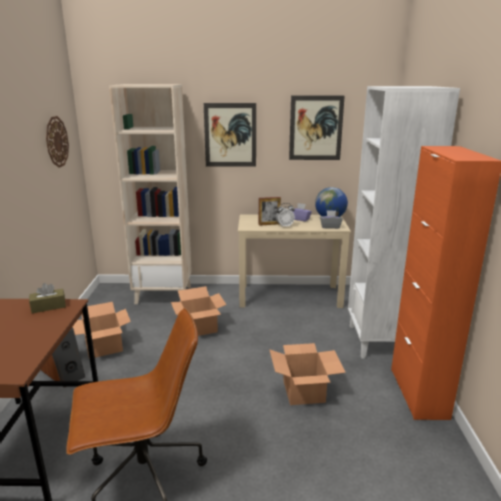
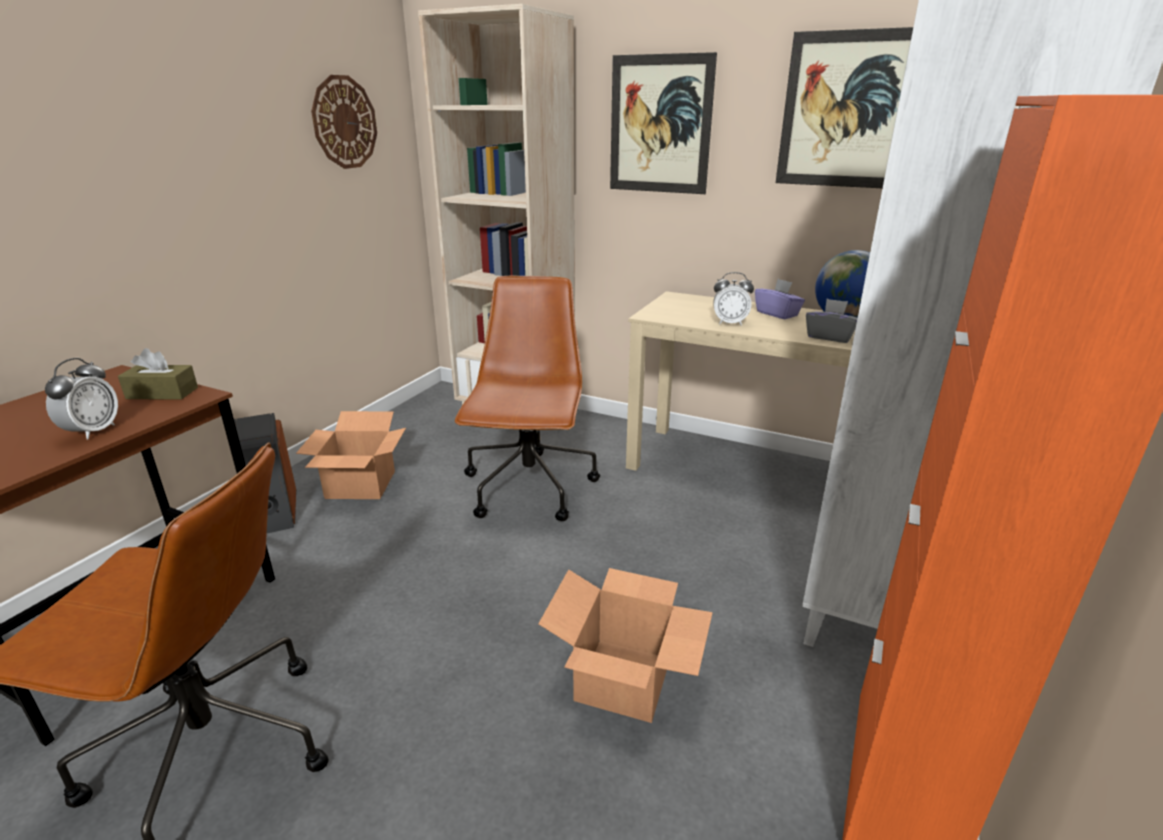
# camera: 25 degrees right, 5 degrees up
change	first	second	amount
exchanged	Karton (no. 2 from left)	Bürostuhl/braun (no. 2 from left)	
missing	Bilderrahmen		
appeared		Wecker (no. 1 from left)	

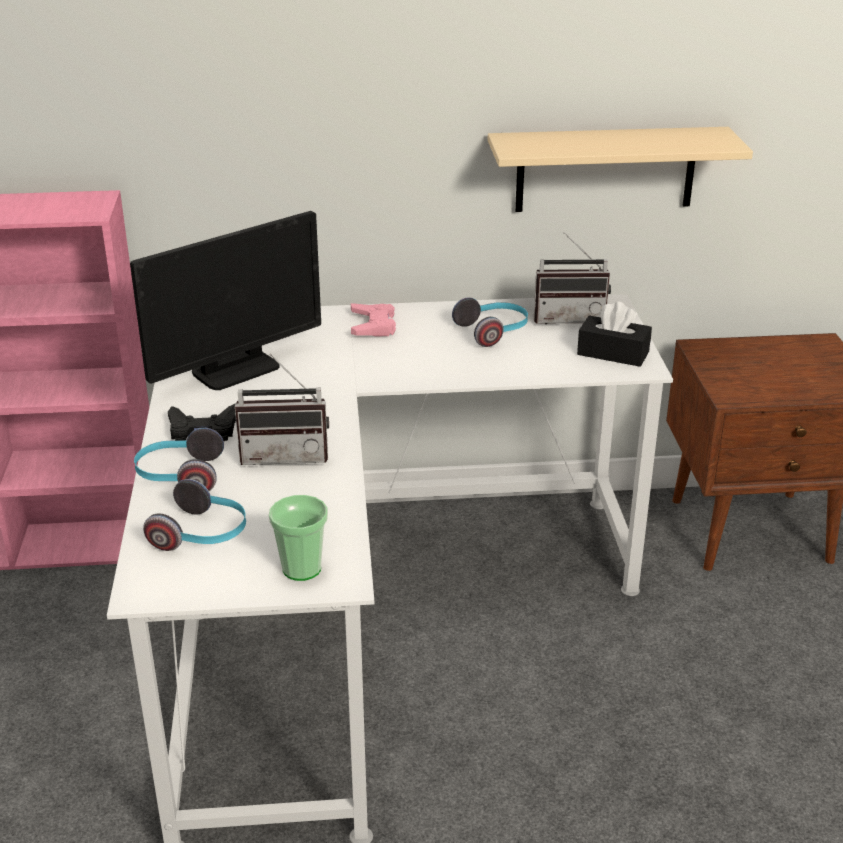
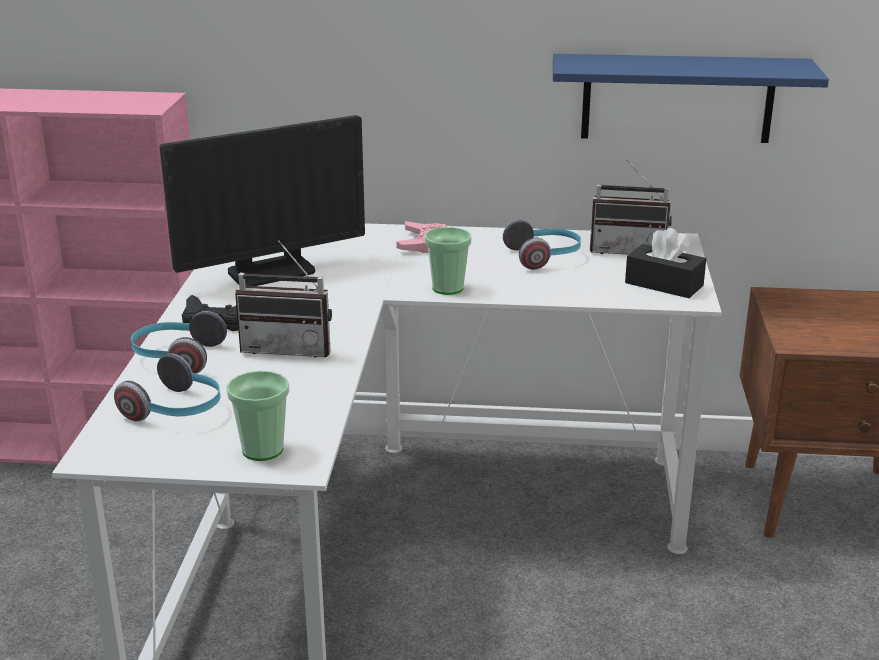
# camera: 10 degrees right, 5 degrees down
change	first	second	amount
colour	Wandregal/beige	Wandregal/blau	
appeared		Tasse (no. 2 from left)	

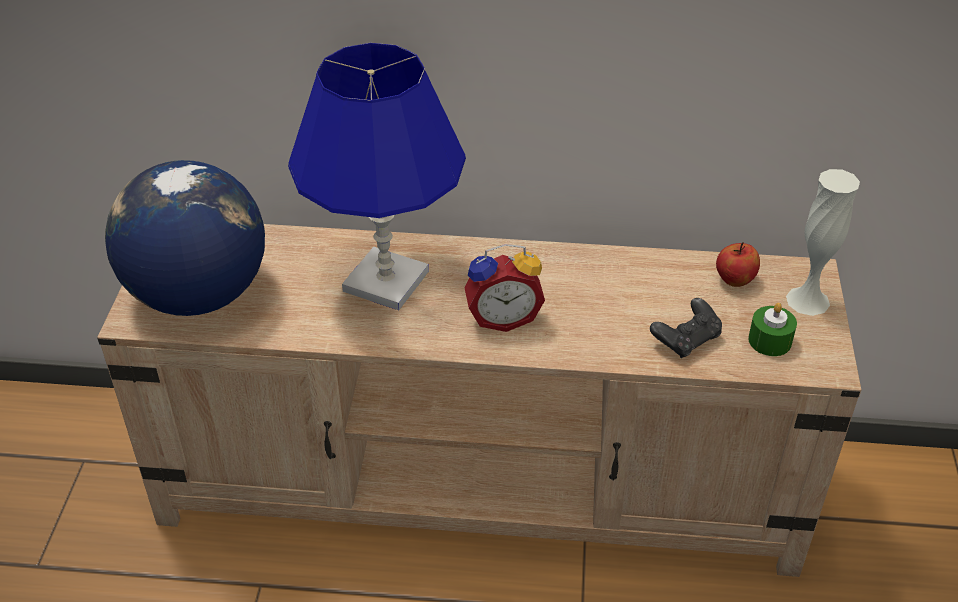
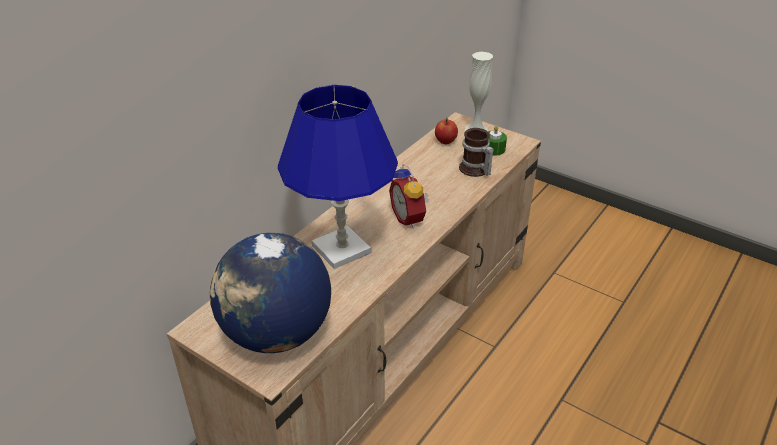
# camera: 60 degrees left, 5 degrees down
change	first	second	amount
spun	Wecker		135 degrees clockwise
exchanged	Gamepad/schwarz	Henkelbecher	

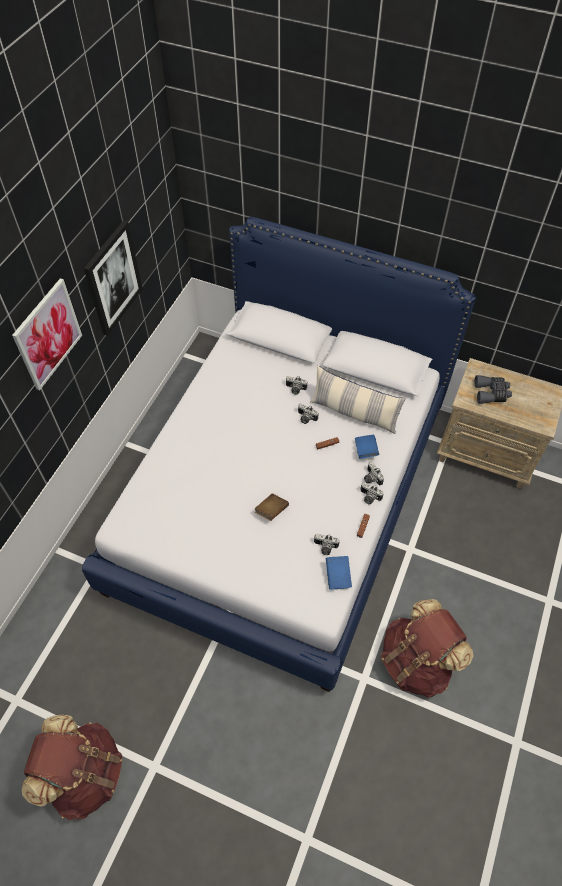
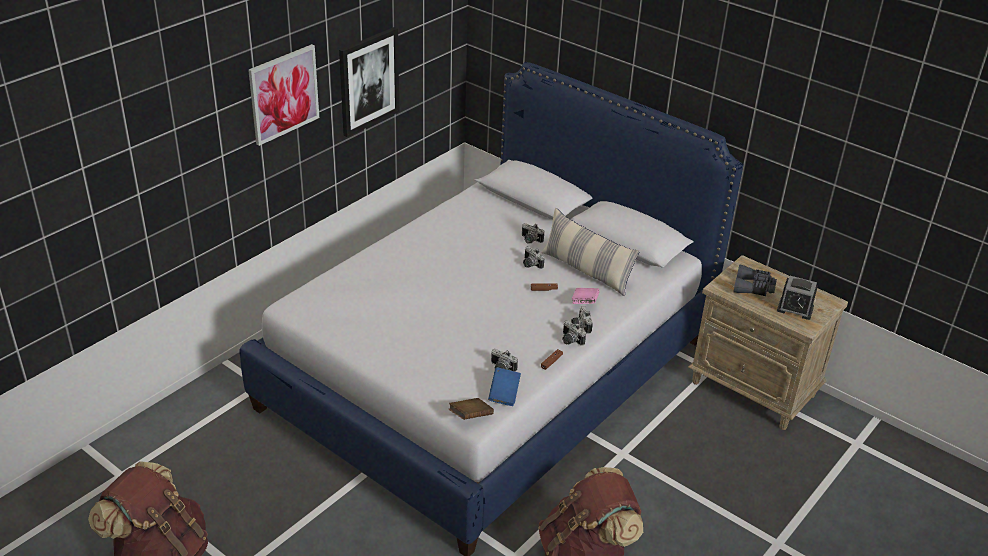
# camera: 15 degrees right, 20 degrees down
change	first	second	amount
relocated	Buch/braun		
colour	Buch/blau (no. 2 from left)	Buch/rosa	
appeared		Wecker	

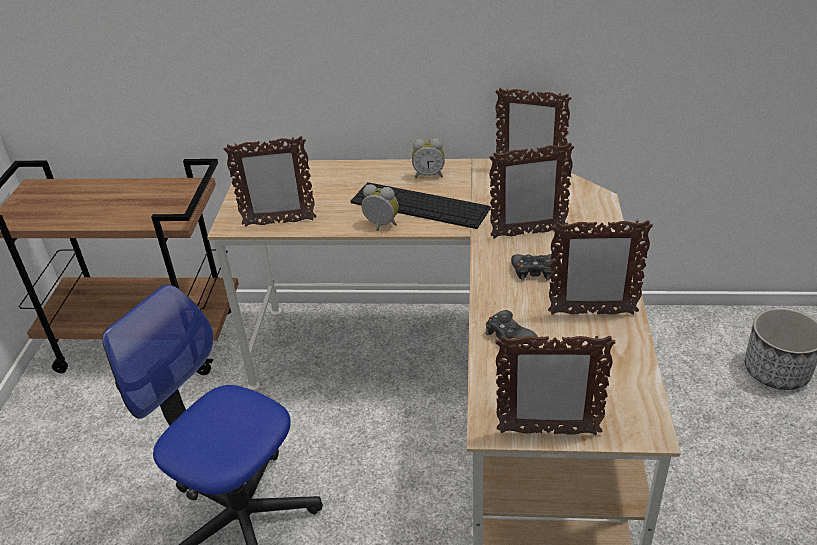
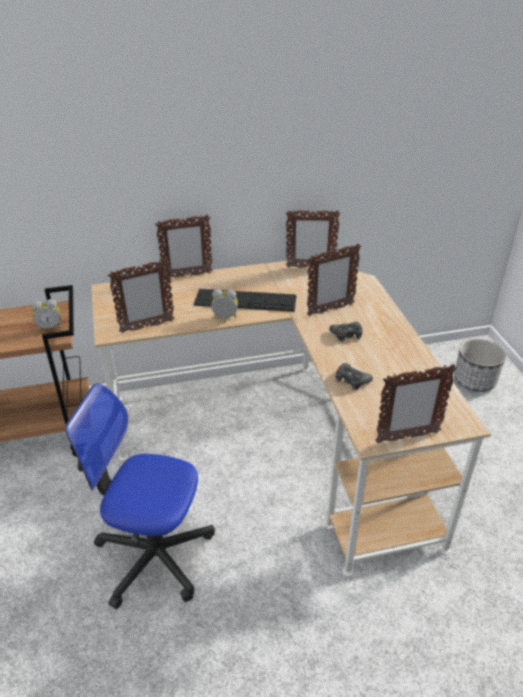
# camera: 20 degrees left, 0 degrees up
change	first	second	amount
relocated	Wecker (no. 2 from left in the first image)	Wecker (no. 1 from left)	
relocated	Bilderrahmen (no. 5 from left in the first image)	Bilderrahmen (no. 2 from left)	

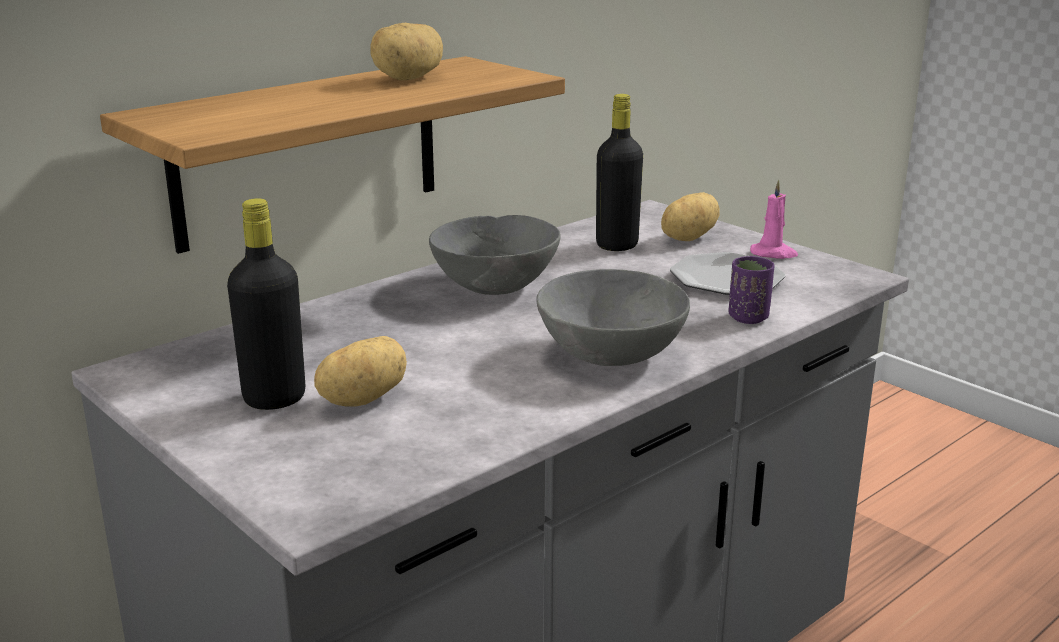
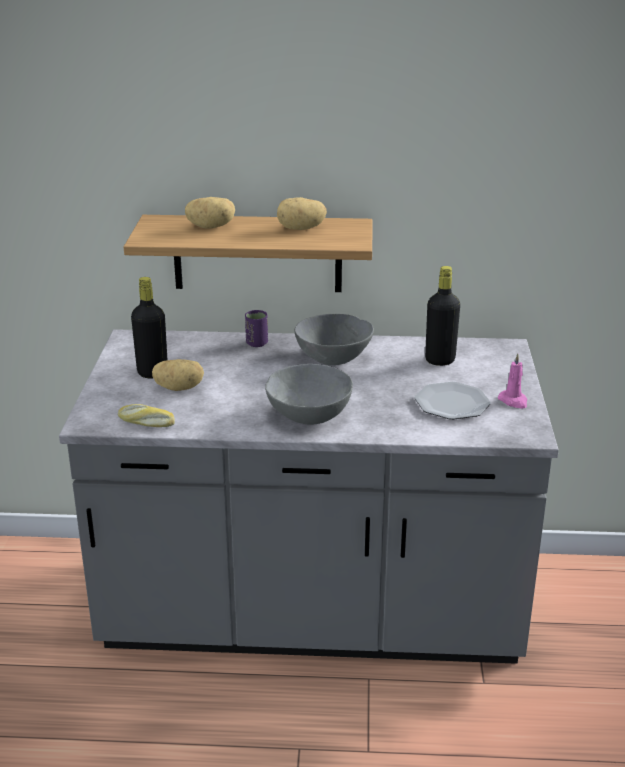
# camera: 45 degrees right, 5 degrees up
change	first	second	amount
relocated	Kartoffel (no. 3 from left in the first image)	Kartoffel (no. 2 from left)	
relocated	Tasse/lila		
appeared		Brot	

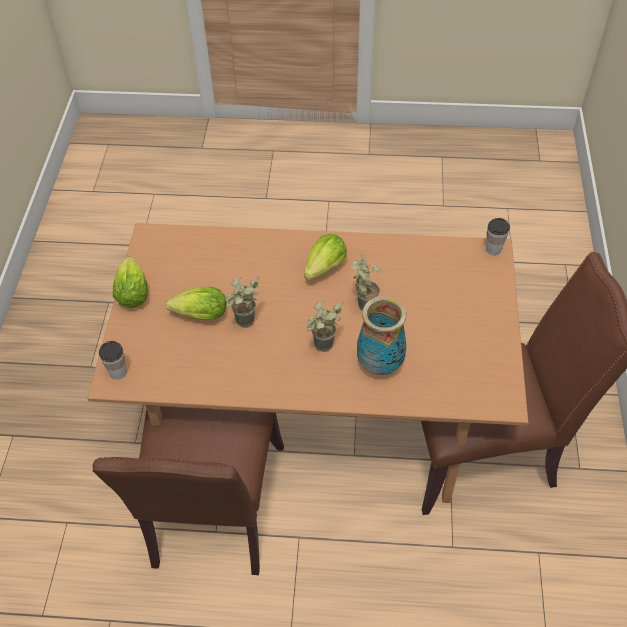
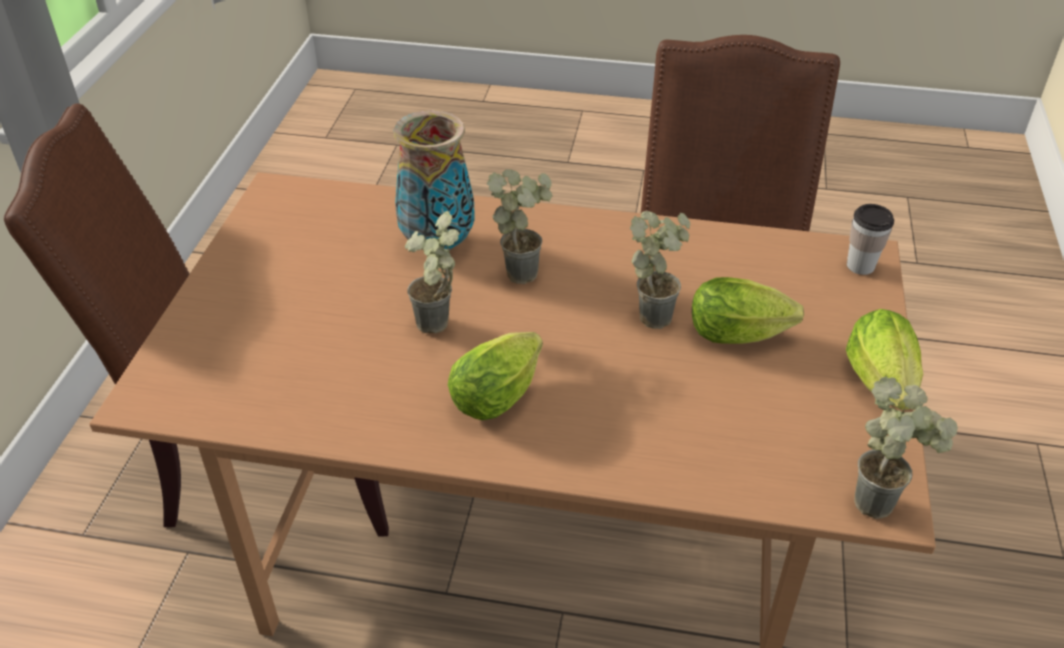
# camera: 175 degrees left, 10 degrees down
change	first	second	amount
missing	Tasse (no. 2 from left)		
appeared		Topfpflanze (no. 4 from left)	

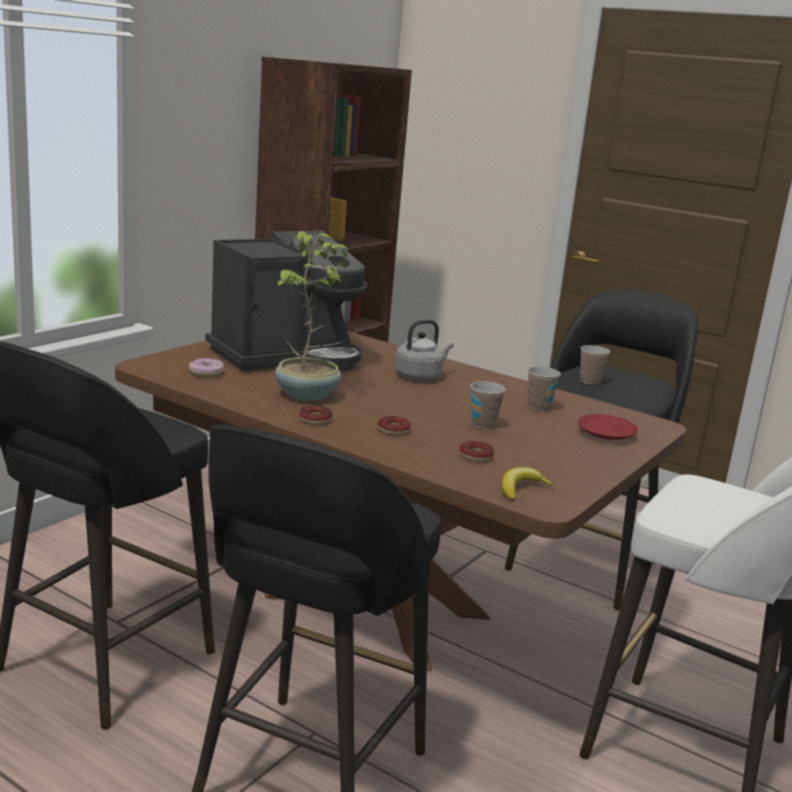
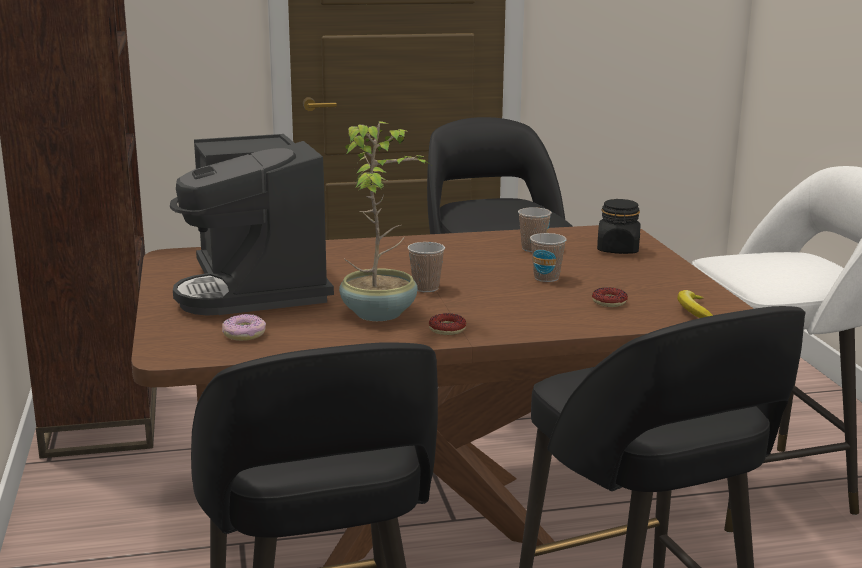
# camera: 45 degrees left, 0 degrees up
change	first	second	amount
spun	Kaffeemaschine		150 degrees clockwise
missing	Donut (no. 3 from left)		
missing	Wasserkessel/grau		
exchanged	Teller/rot	Vorratsglas/schwarz	
relocated	Tasse (no. 3 from left in the first image)	Tasse (no. 1 from left)	

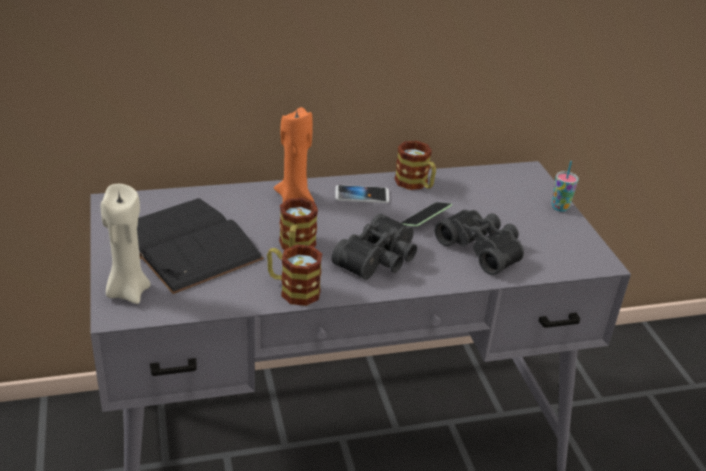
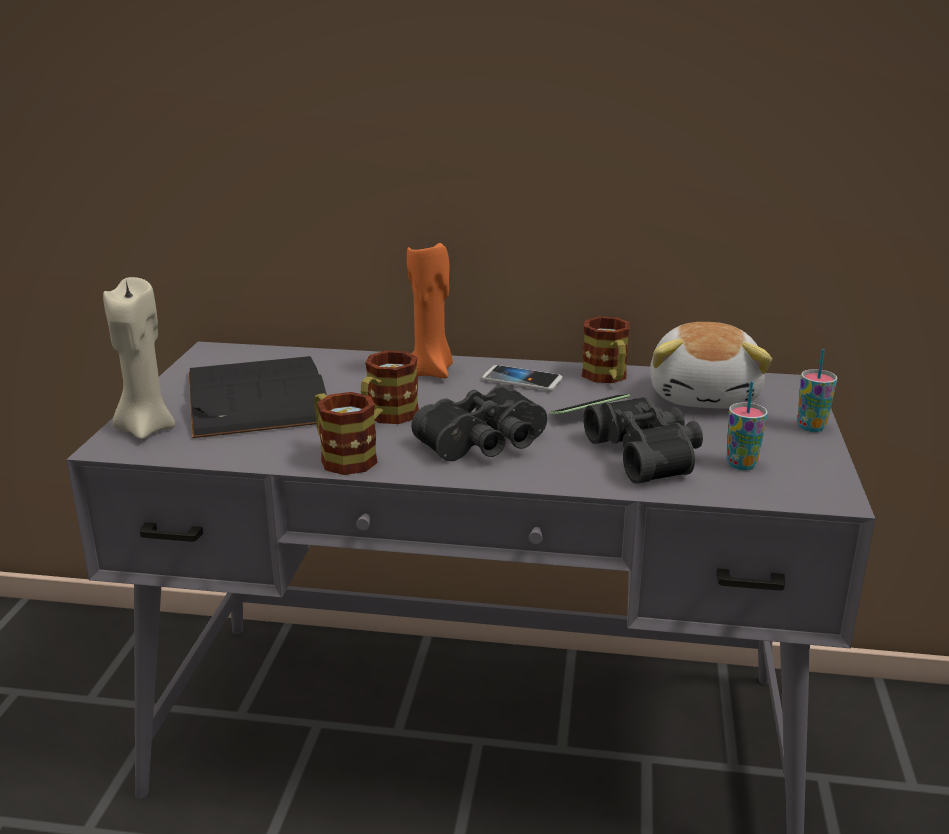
# camera: 25 degrees right, 10 degrees down
change	first	second	amount
appeared		Plüschtier	
appeared		Tasse (no. 1 from left)	

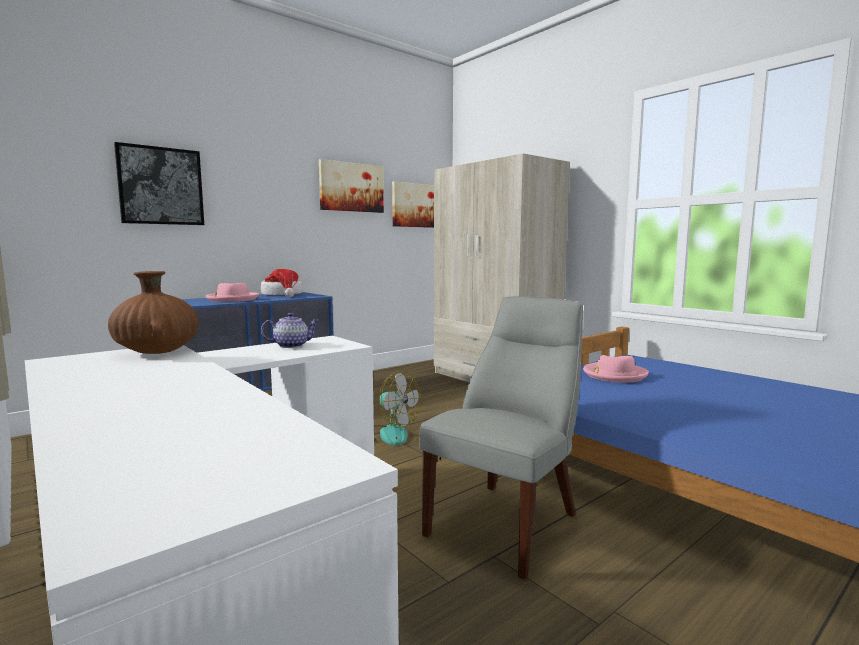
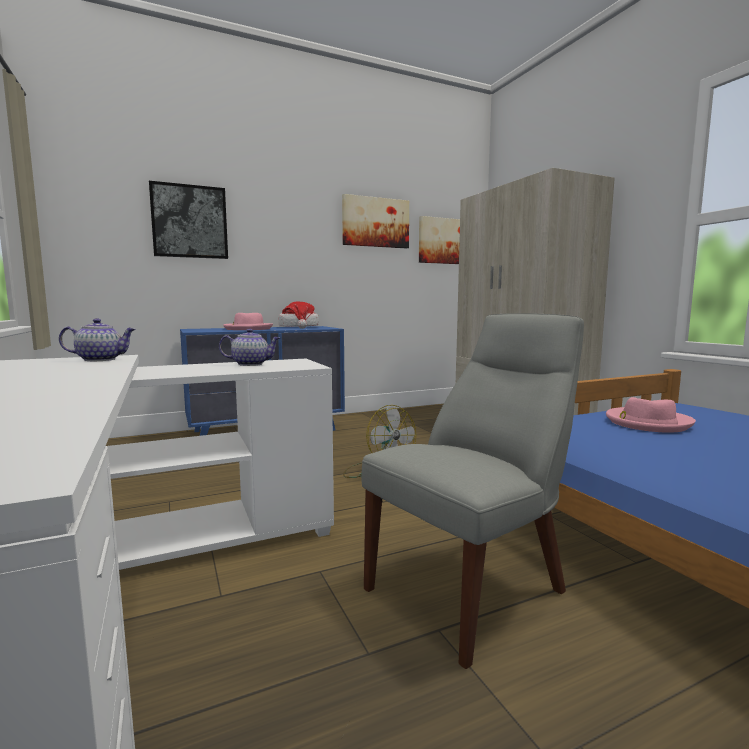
# camera: 15 degrees right, 0 degrees up
change	first	second	amount
exchanged	Vase/braun	Teekanne (no. 1 from left)	

